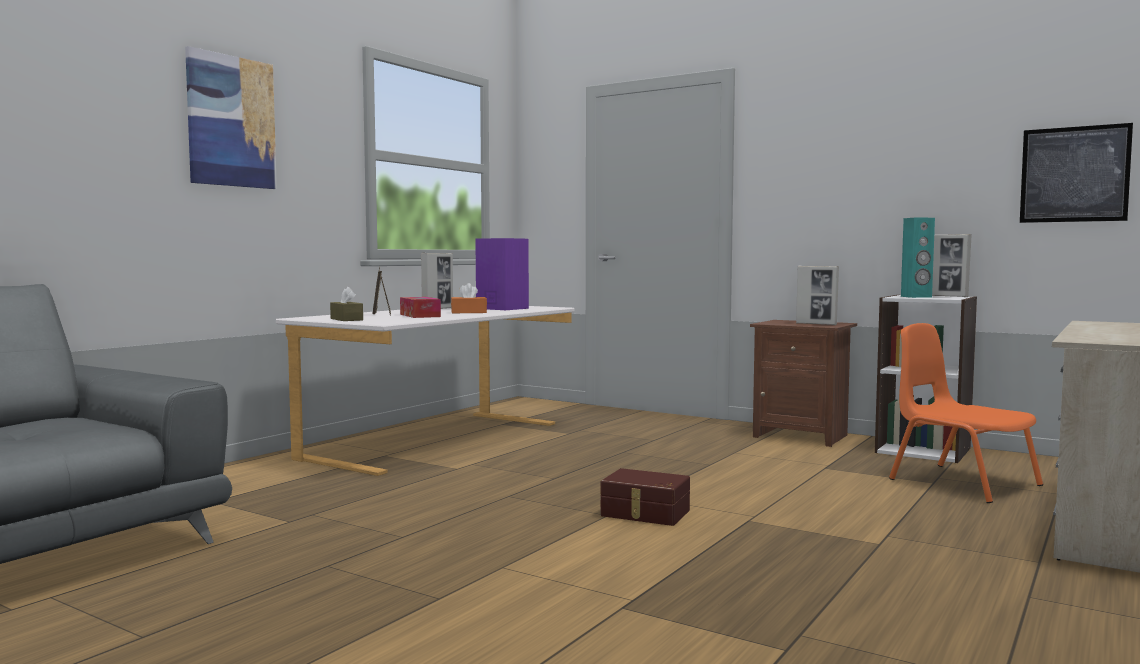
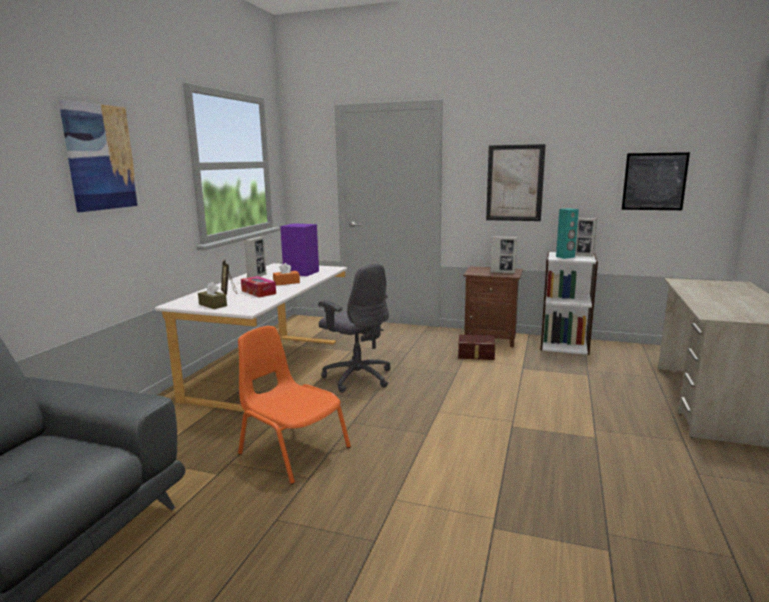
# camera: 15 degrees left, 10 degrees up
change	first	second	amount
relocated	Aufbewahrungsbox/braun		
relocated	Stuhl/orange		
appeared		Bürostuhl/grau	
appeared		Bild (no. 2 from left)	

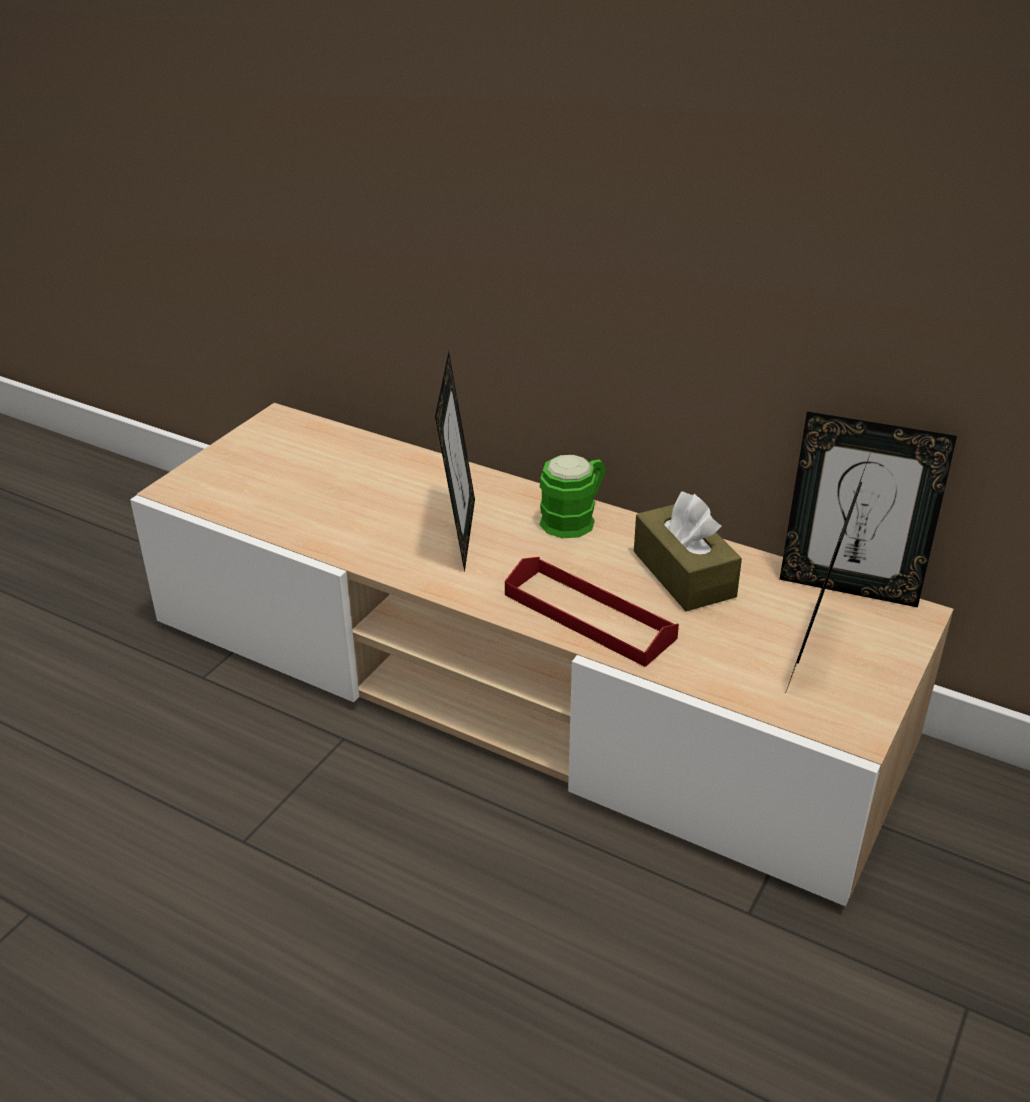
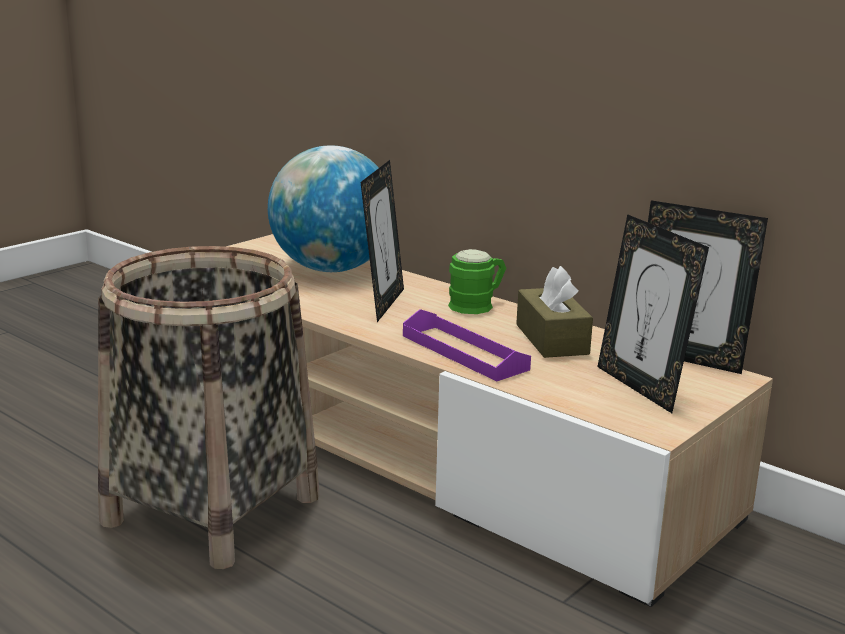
# camera: 10 degrees right, 15 degrees down
change	first	second	amount
colour	Tablett/rot	Tablett/lila	
spun	Bilderrahmen (no. 2 from left)		60 degrees counterclockwise
appeared		Korb	
appeared		Globus	

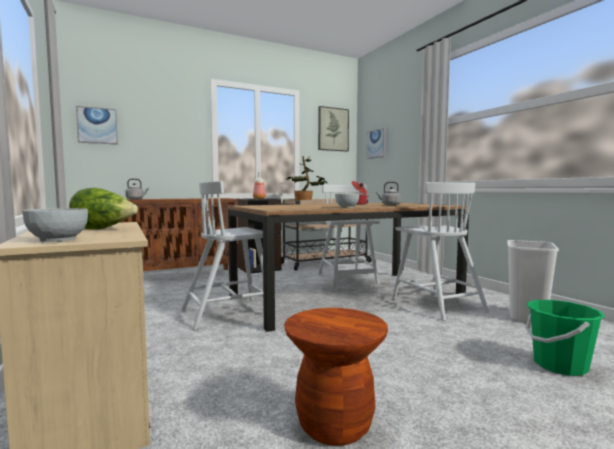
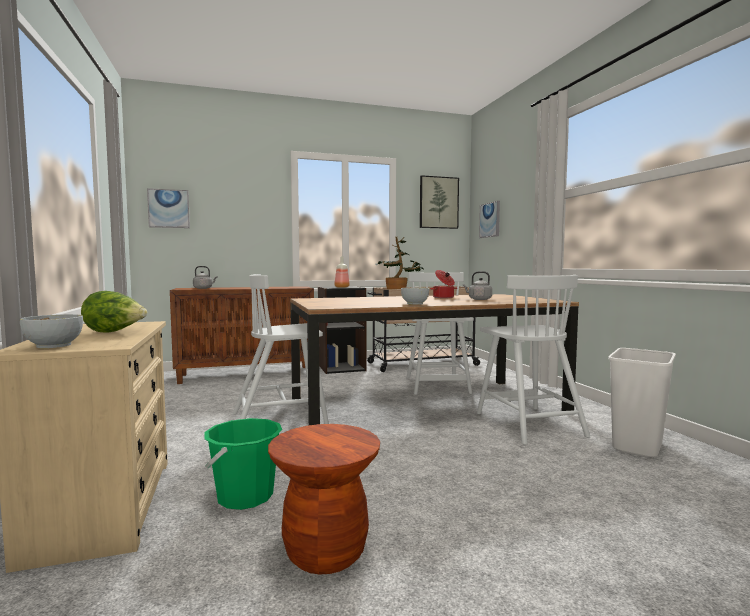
# camera: 10 degrees right, 0 degrees up
change	first	second	amount
relocated	Eimer/grün		

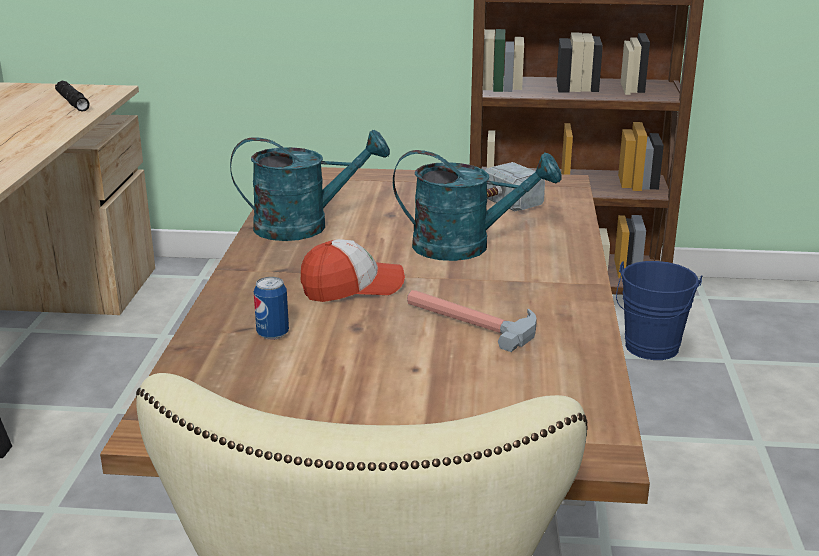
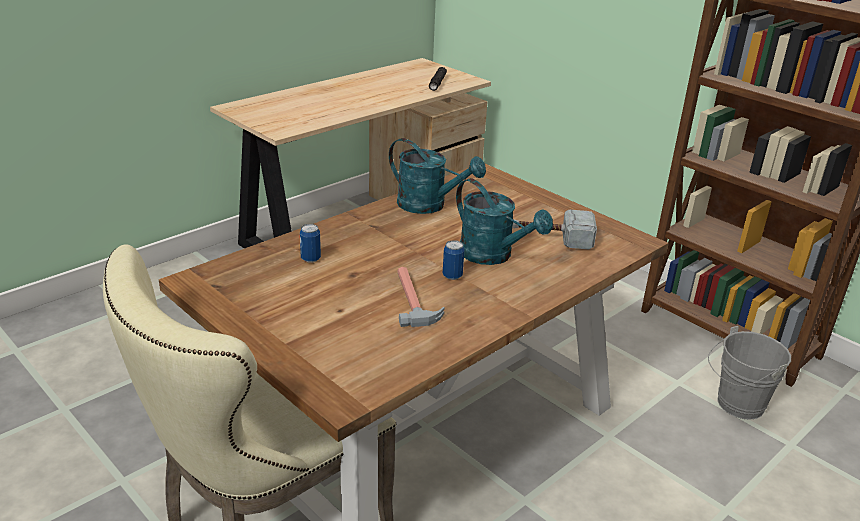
# camera: 40 degrees right, 5 degrees up
change	first	second	amount
missing	Kappe		
colour	Eimer/blau	Eimer/grau	
appeared		Dose (no. 2 from left)	

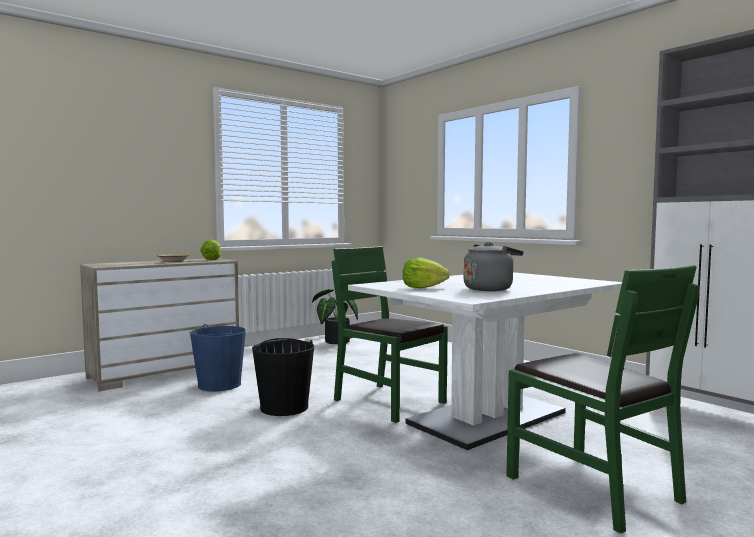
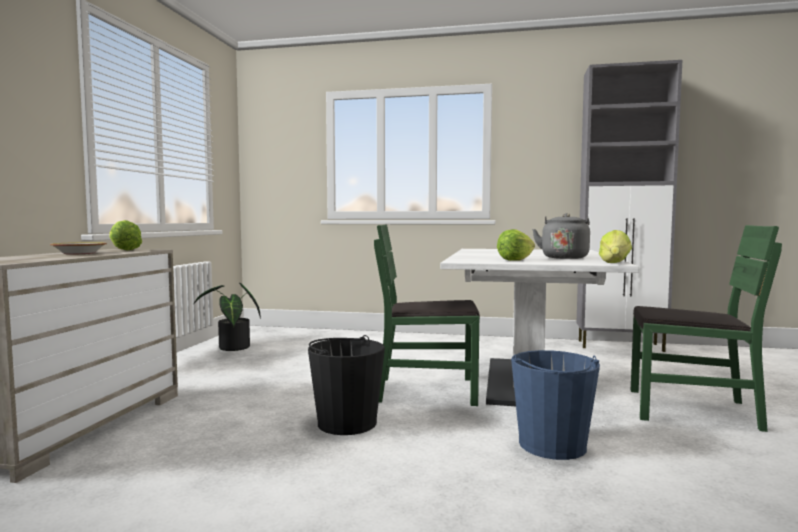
# camera: 40 degrees left, 0 degrees up
change	first	second	amount
relocated	Eimer/blau		
appeared		Salatkopf (no. 3 from left)	

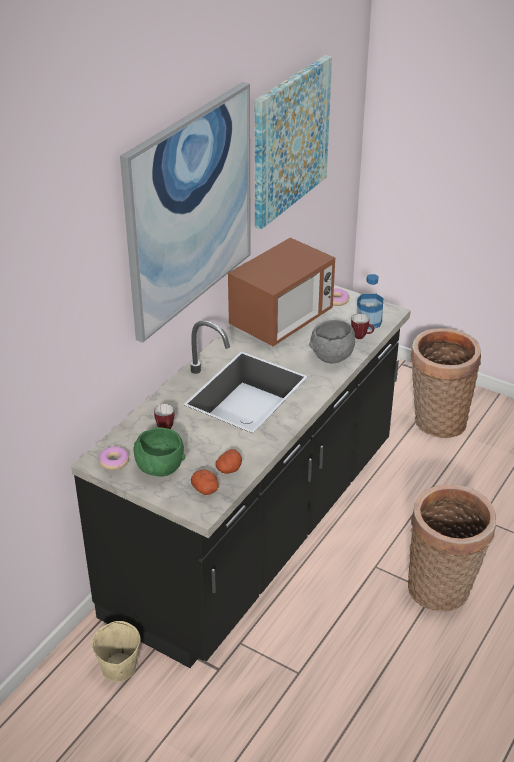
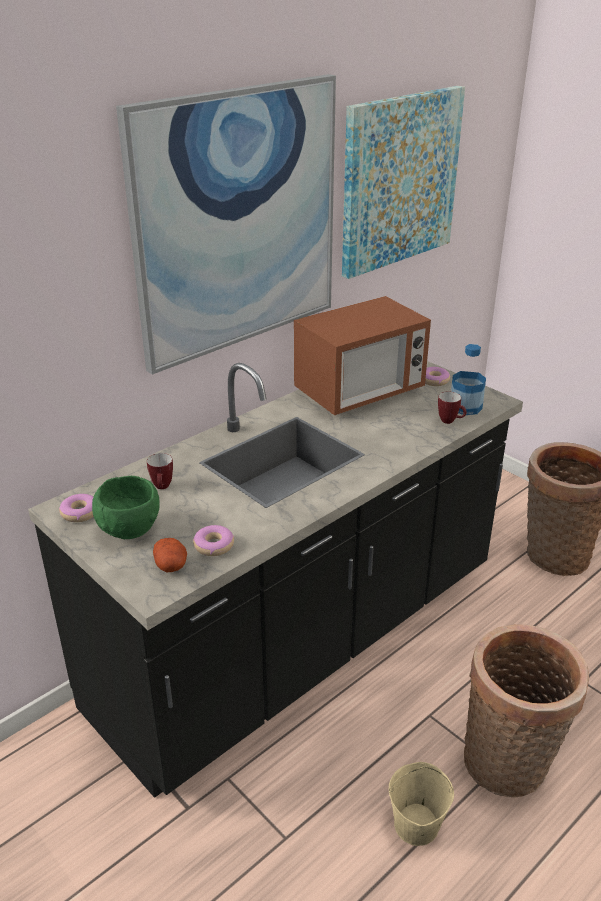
# camera: 15 degrees right, 5 degrees down
change	first	second	amount
relocated	Eimer/beige		
exchanged	Kartoffel (no. 2 from left)	Donut (no. 2 from left)	
missing	Schüssel/grau		

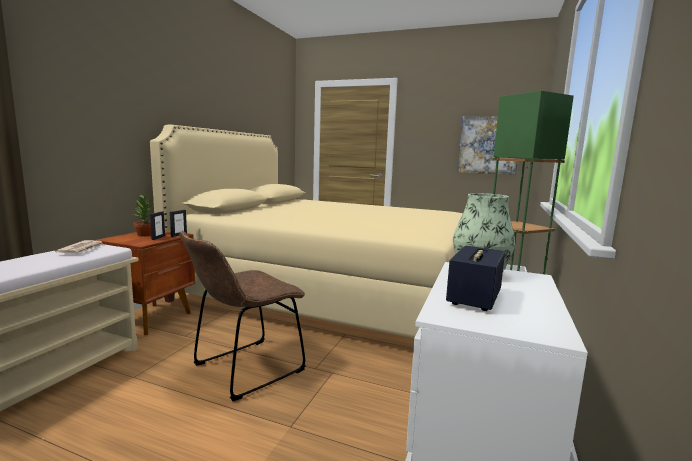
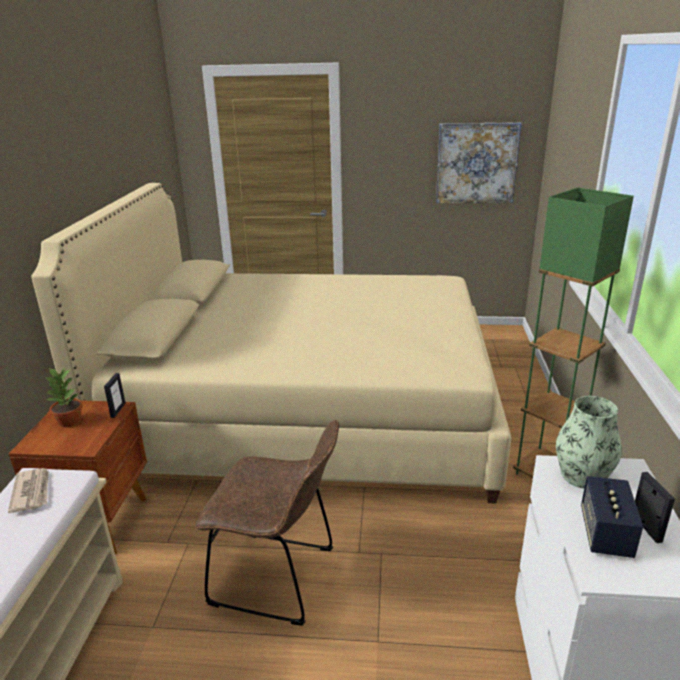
# camera: 15 degrees left, 15 degrees up
change	first	second	amount
relocated	Bilderrahmen (no. 1 from left in the first image)	Bilderrahmen (no. 2 from left)	
spun	Stuhl/braun		105 degrees counterclockwise

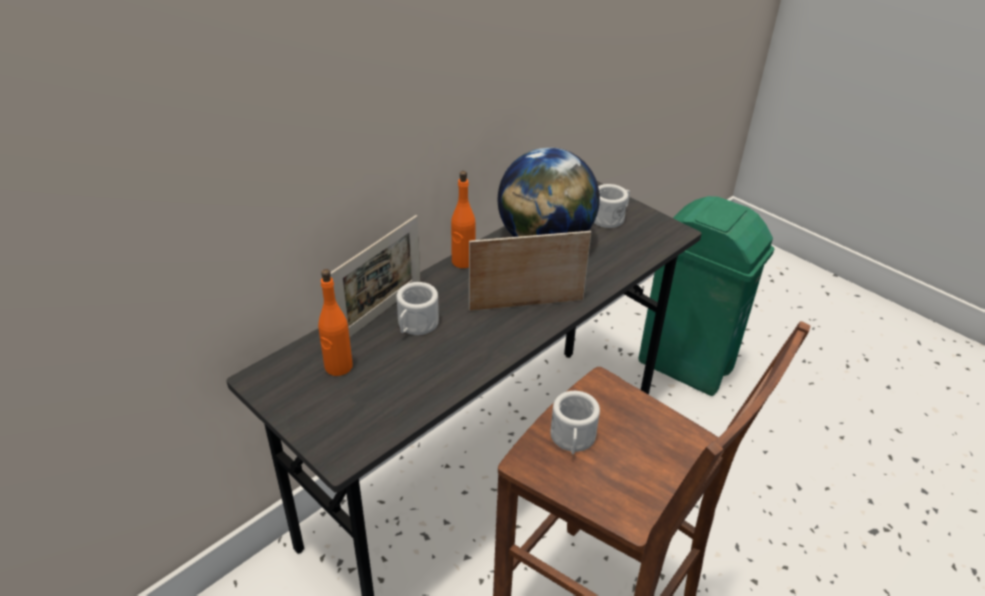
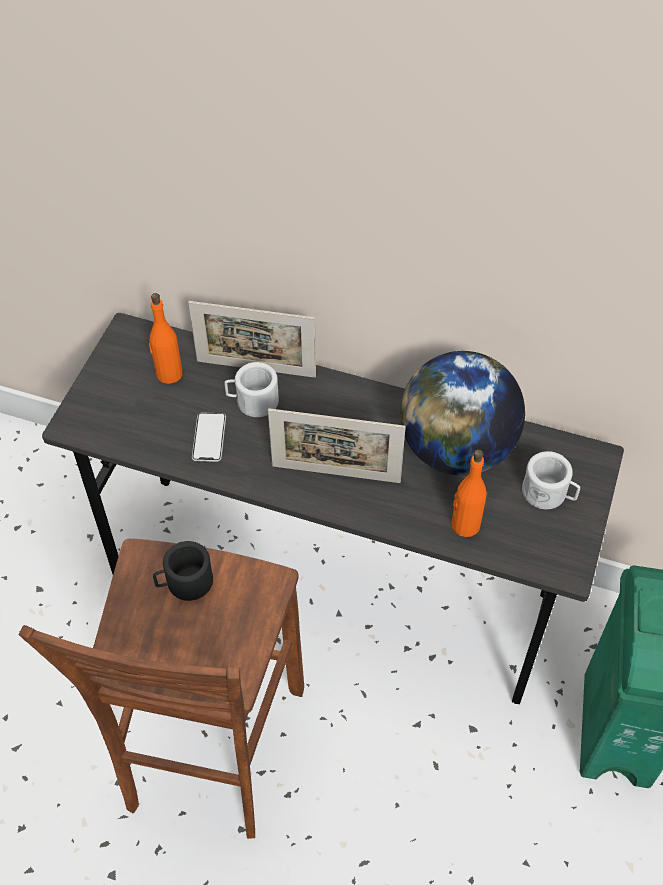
# camera: 65 degrees right, 15 degrees up
change	first	second	amount
relocated	Flasche/orange (no. 2 from left)		
spun	Bilderrahmen (no. 2 from left)		135 degrees clockwise
colour	Henkelbecher/weiß (no. 2 from left)	Henkelbecher/schwarz	
appeared		Handy	

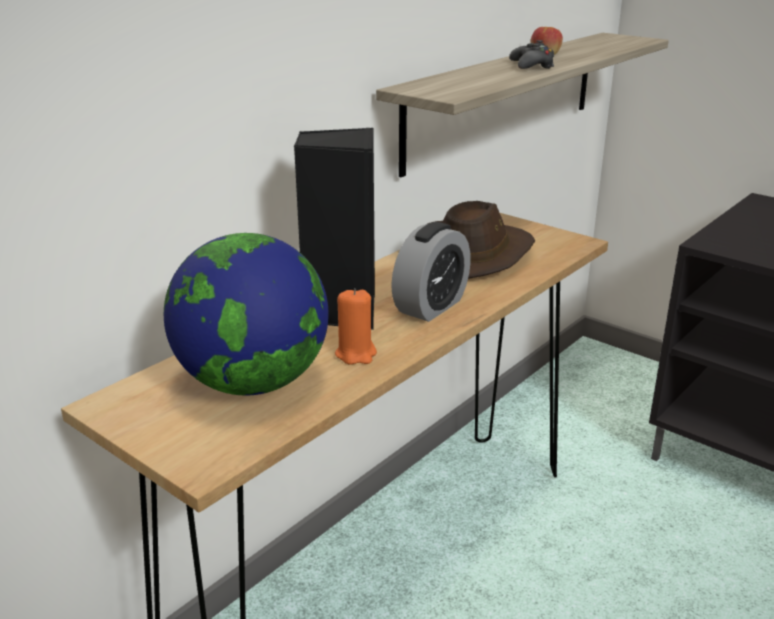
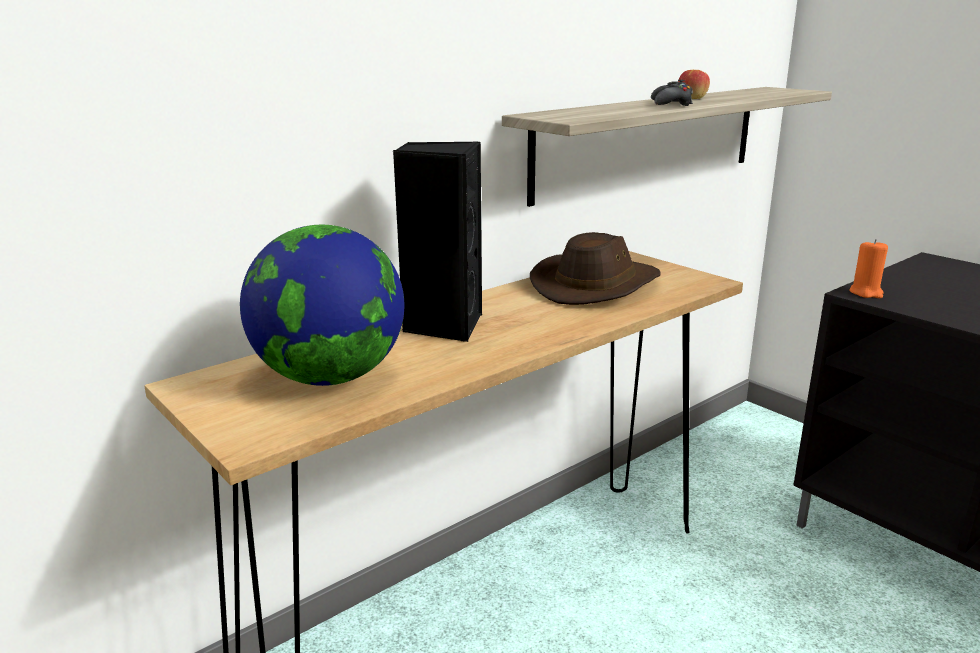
# camera: 10 degrees right, 5 degrees down
change	first	second	amount
relocated	Kerze/orange		
missing	Wecker		

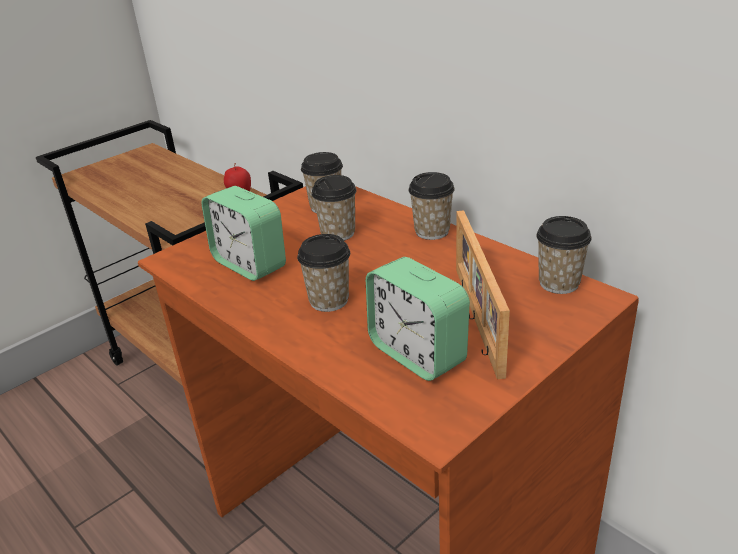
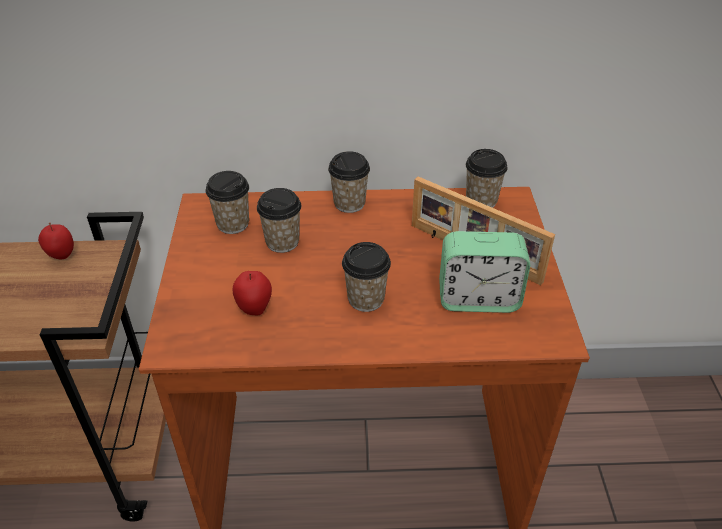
# camera: 50 degrees left, 10 degrees up
change	first	second	amount
exchanged	Wecker (no. 1 from left)	Apfel (no. 2 from left)	

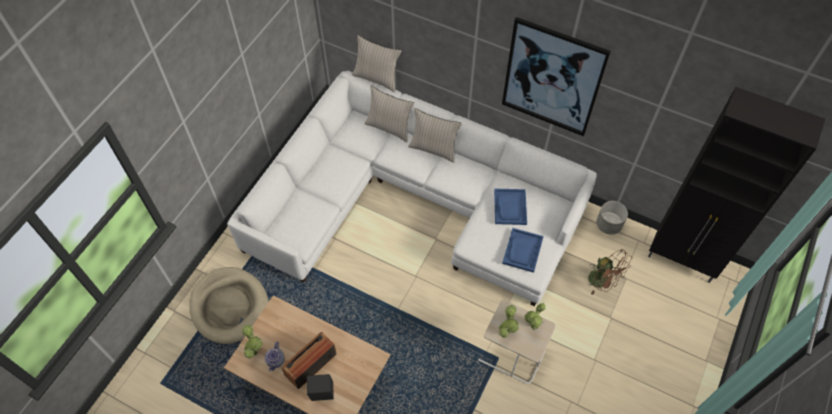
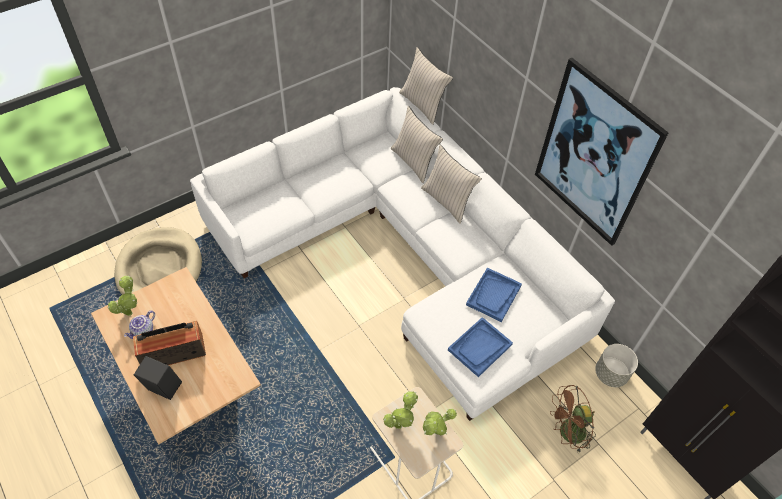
# camera: 25 degrees right, 5 degrees down
change	first	second	amount
spun	Ventilator/braun		90 degrees clockwise

